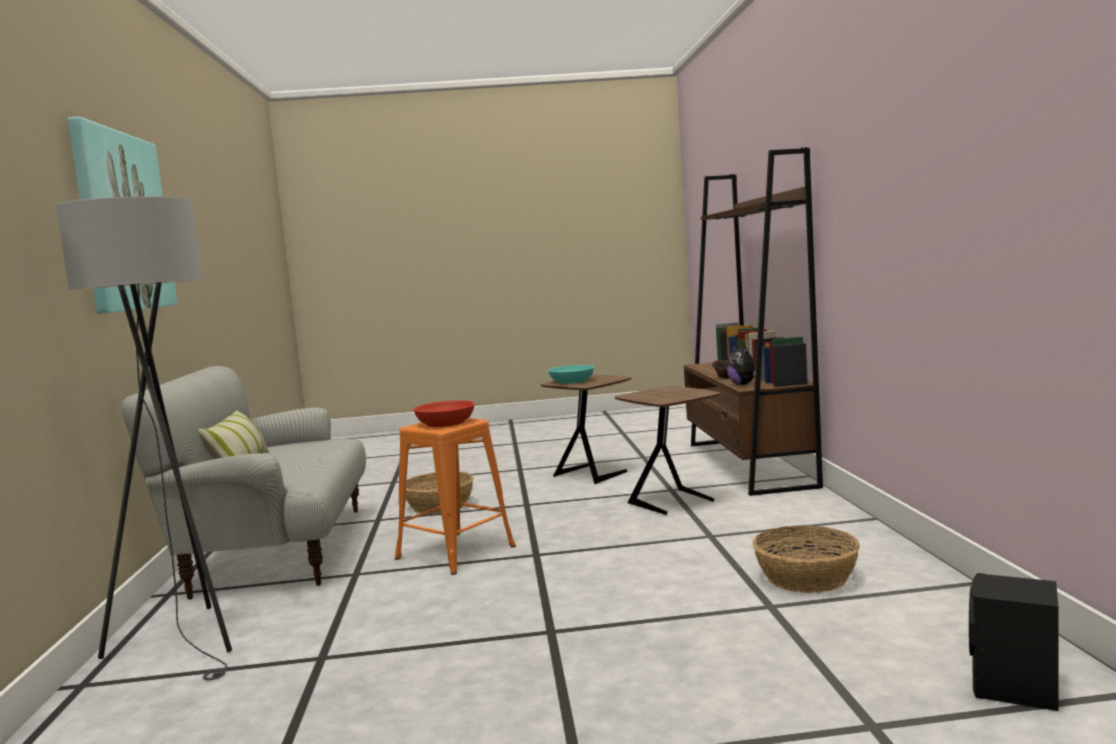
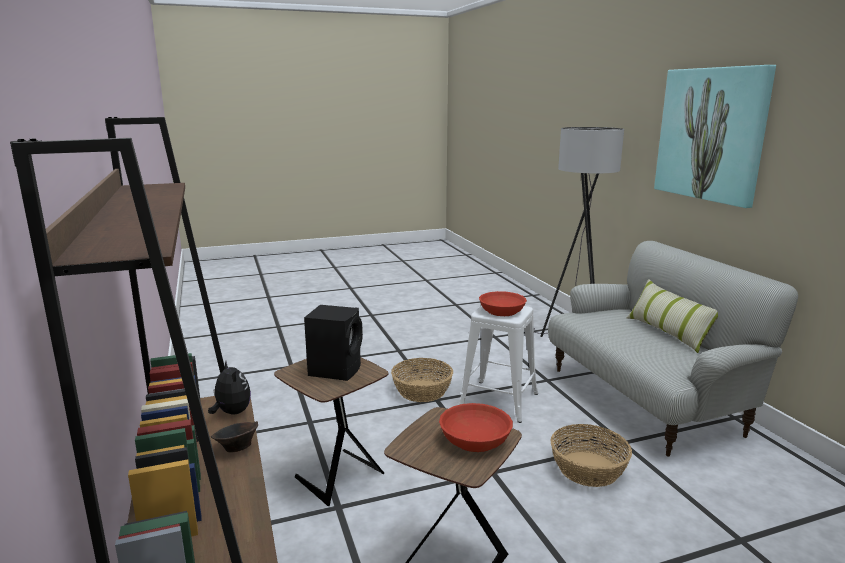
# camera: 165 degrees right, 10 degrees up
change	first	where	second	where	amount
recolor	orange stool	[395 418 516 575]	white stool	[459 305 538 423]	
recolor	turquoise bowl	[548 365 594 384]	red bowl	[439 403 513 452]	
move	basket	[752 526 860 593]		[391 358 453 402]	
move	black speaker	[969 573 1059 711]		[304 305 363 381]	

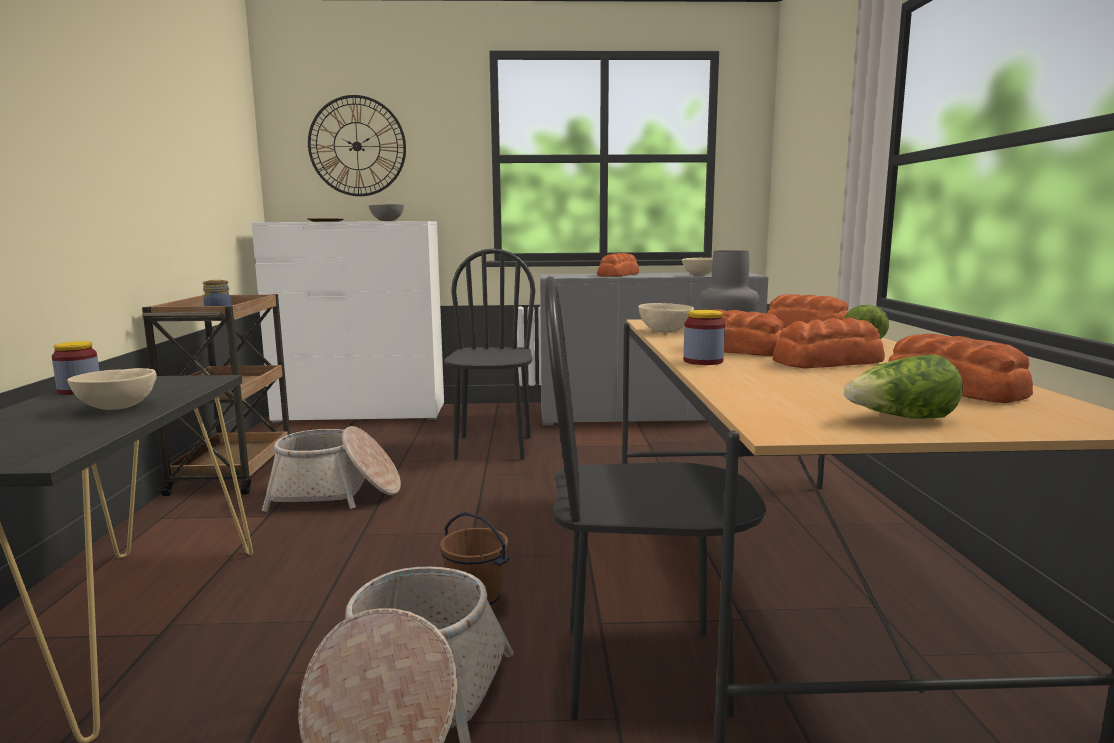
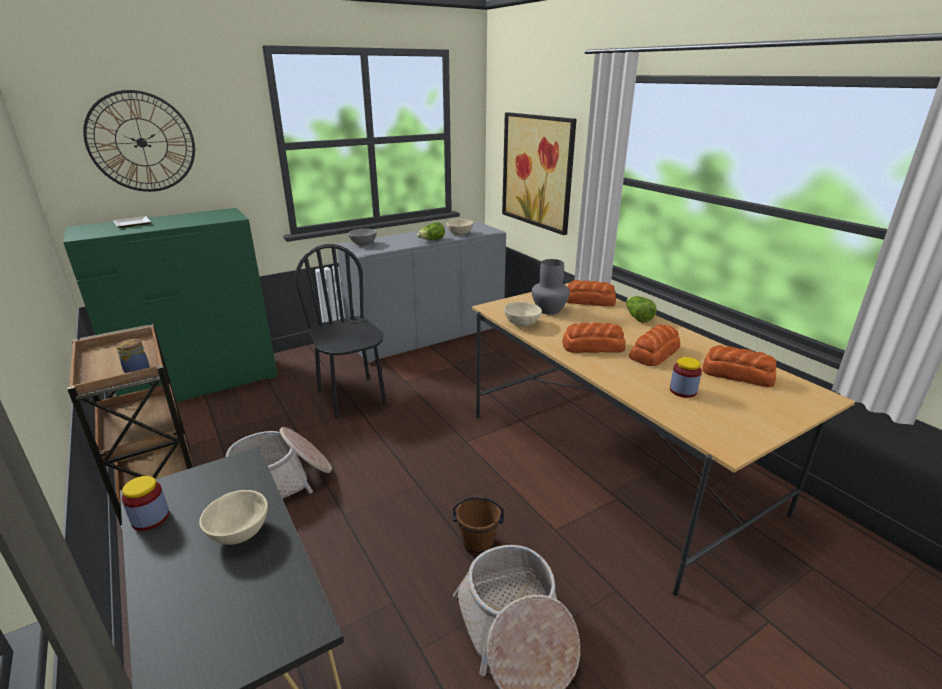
# camera: 30 degrees left, 15 degrees up
change	first	where	second	where	amount
recolor	white dresser	[251 221 444 423]	green dresser	[63 208 278 402]	
move	grey bowl	[369 204 404 221]		[348 229 377 246]	
delete	black chair	[544 276 766 720]			
delete	bread	[597 253 639 277]			
move	jar	[683 310 725 365]		[670 357 702 398]	
move	lettuce	[844 355 963 418]		[417 222 445 240]	
insert			picture	[502 112 577 235]	

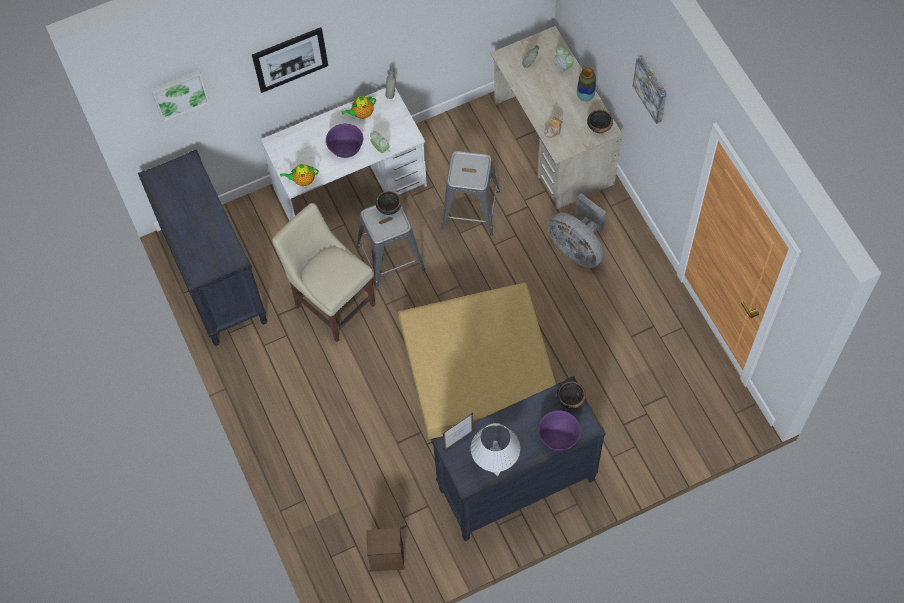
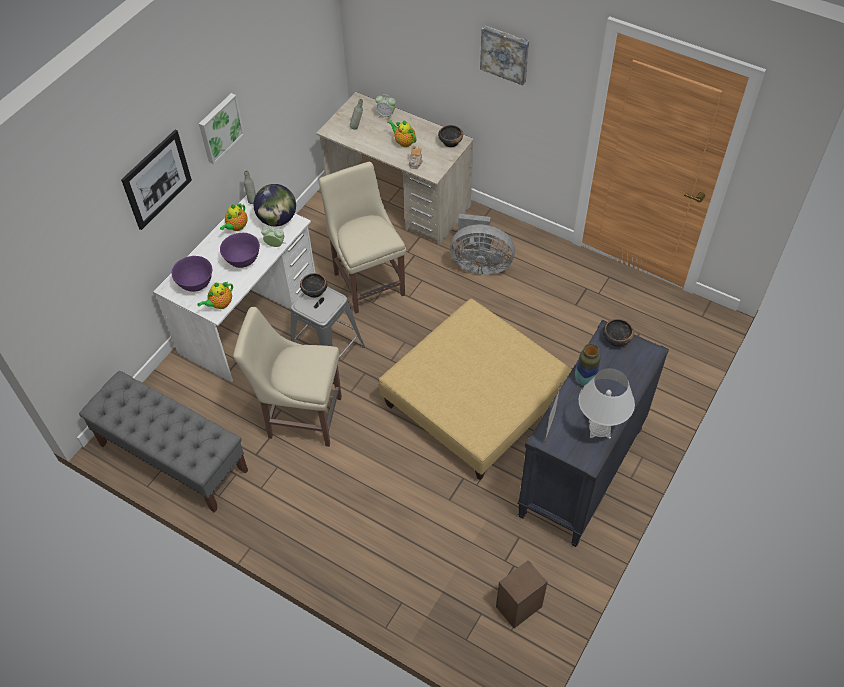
# camera: 35 degrees left, 10 degrees down
change	first	where	second	where	amount
replace	black dresser	[138 149 268 346]	grey bench	[79 371 248 513]	
move	picture	[151 70 210 122]		[199 93 244 164]	
replace	grey stool	[441 151 500 236]	beige chair	[319 162 406 314]	
move	purple bowl	[538 410 581 451]		[172 256 212 292]	
move	vase	[577 67 596 101]		[575 344 601 386]	
insert			globe	[254 184 296 226]	
insert			teapot	[388 120 416 147]	

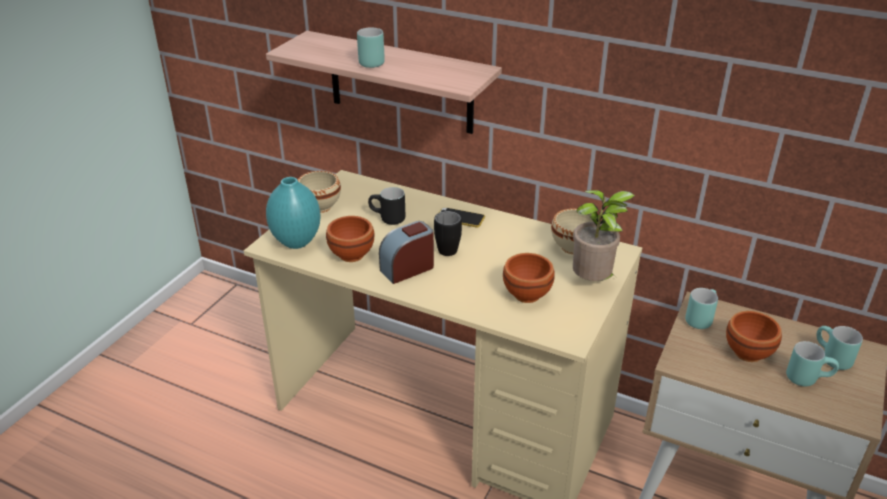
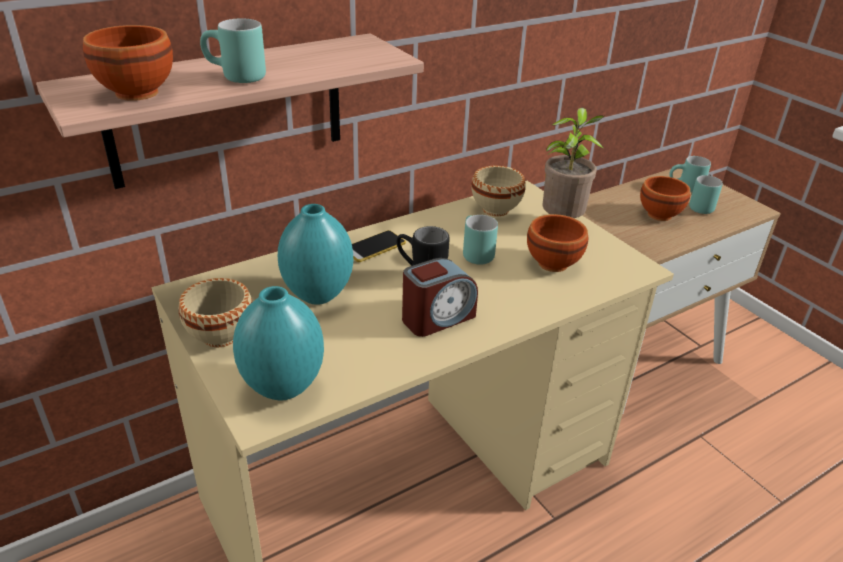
# camera: 60 degrees left, 0 degrees up
change	first	where	second	where	amount
move	brown bowl	[326 216 375 262]		[83 25 173 101]	
replace	black mug	[368 187 405 225]	turquoise vase	[278 204 353 305]	
rotate	alarm clock	[379 221 434 284]		[402 258 478 337]	120 degrees counterclockwise
move	turquoise mug	[685 288 718 329]		[463 215 498 265]	

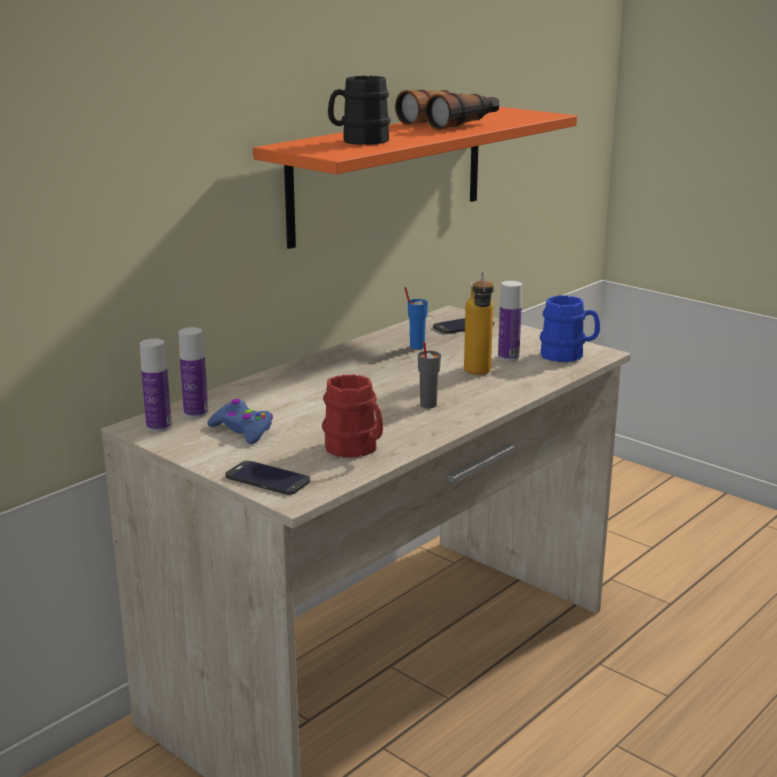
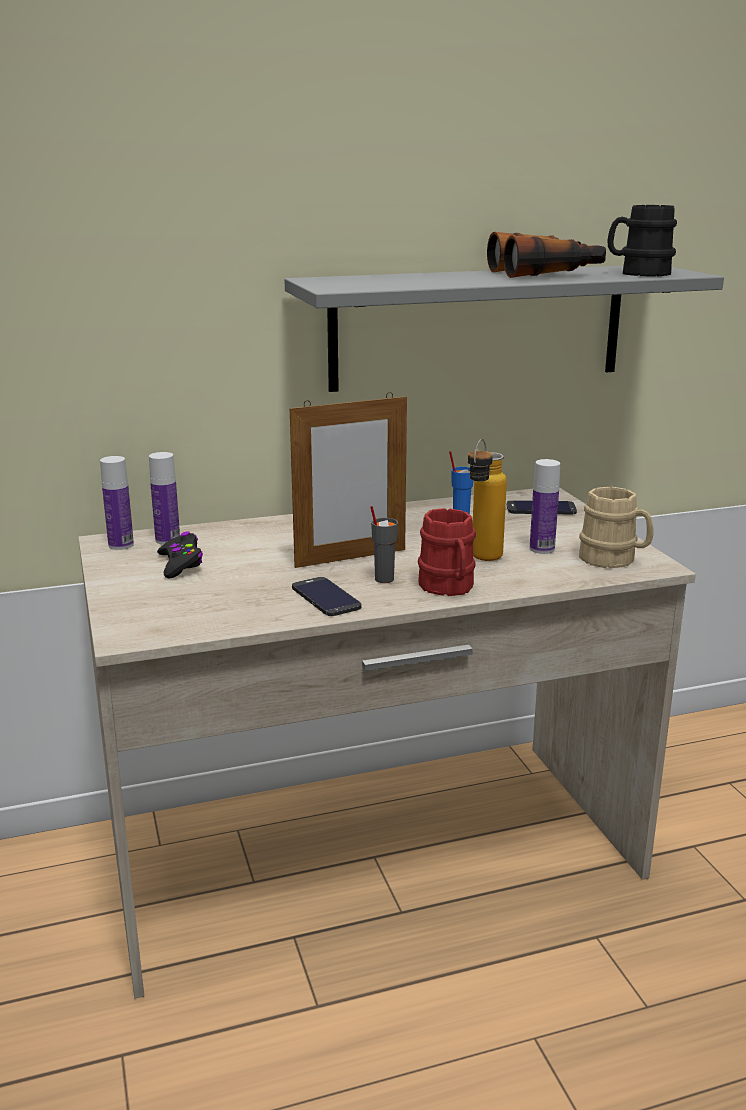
# camera: 30 degrees right, 0 degrees up
change	first	where	second	where	amount
recolor	blue game controller	[207 399 273 444]	black game controller	[157 531 203 578]	
move	phone	[225 461 310 495]		[292 577 361 616]	
recolor	orange shelf	[253 107 577 249]	grey shelf	[284 266 724 392]	
move	red mug	[322 375 383 457]		[418 508 476 596]	
move	black mug	[328 76 390 145]		[607 205 677 277]	
recolor	blue mug	[540 296 600 362]	beige mug	[579 487 653 568]	
insert			picture frame	[290 392 407 568]	

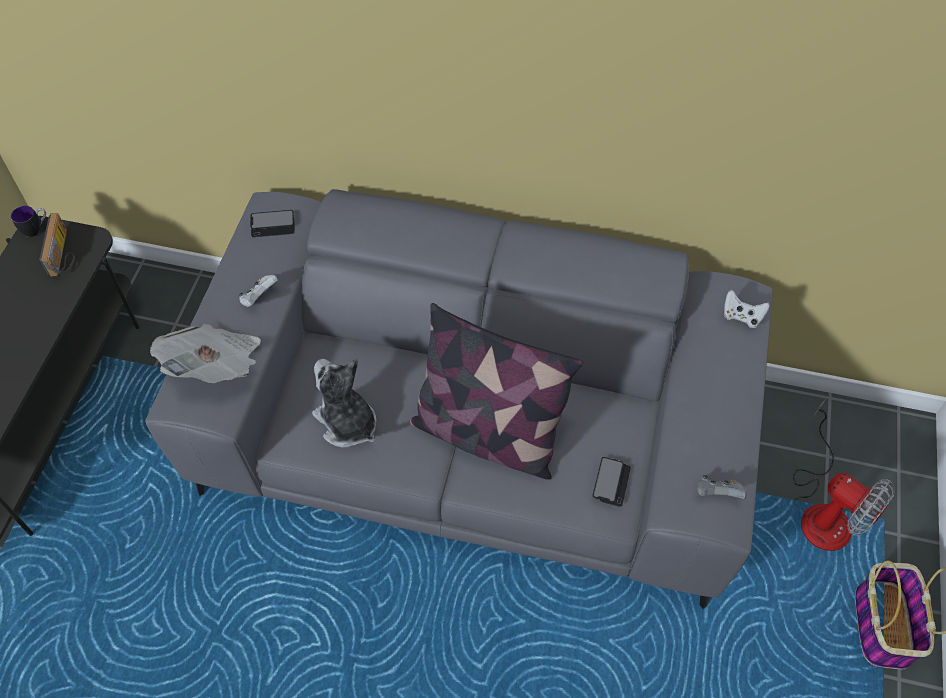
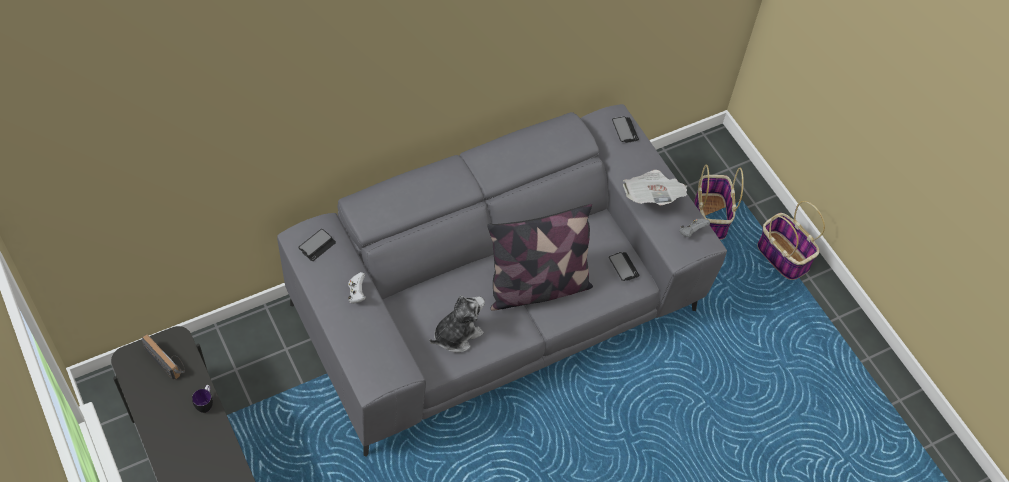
# camera: 45 degrees left, 0 degrees up
change	first	where	second	where	amount
move	mug	[11 206 46 237]		[192 385 213 413]	
move	newspaper	[150 324 261 383]		[623 170 687 205]	
rotate	plush toy	[312 358 377 448]		[430 295 485 353]	135 degrees clockwise
replace	white game controller	[724 290 770 328]	phone	[612 116 639 143]	
replace	fan	[793 399 895 551]	basket	[694 164 744 240]	

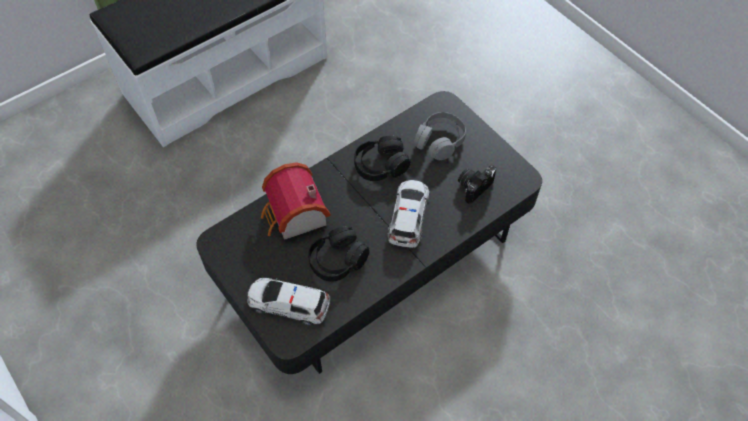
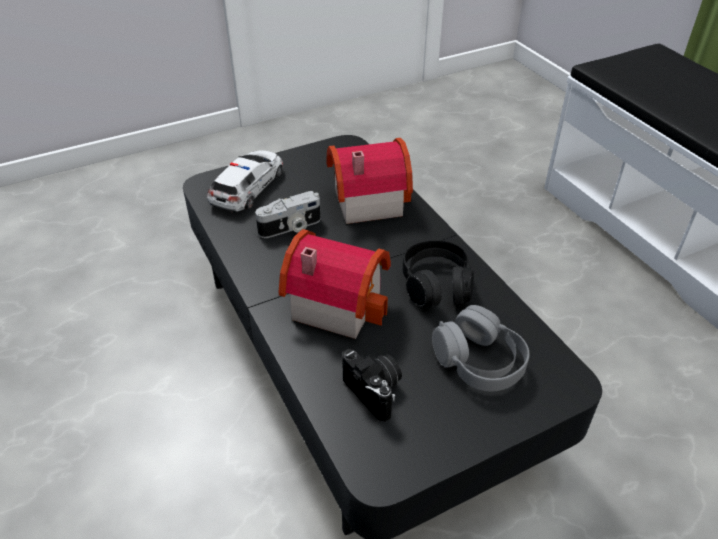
# camera: 100 degrees right, 15 degrees down
change	first	where	second	where	amount
replace	black headphones	[308 226 370 282]	photo camera	[255 191 321 238]	
replace	toy car	[387 180 429 249]	toy house	[279 229 391 339]	

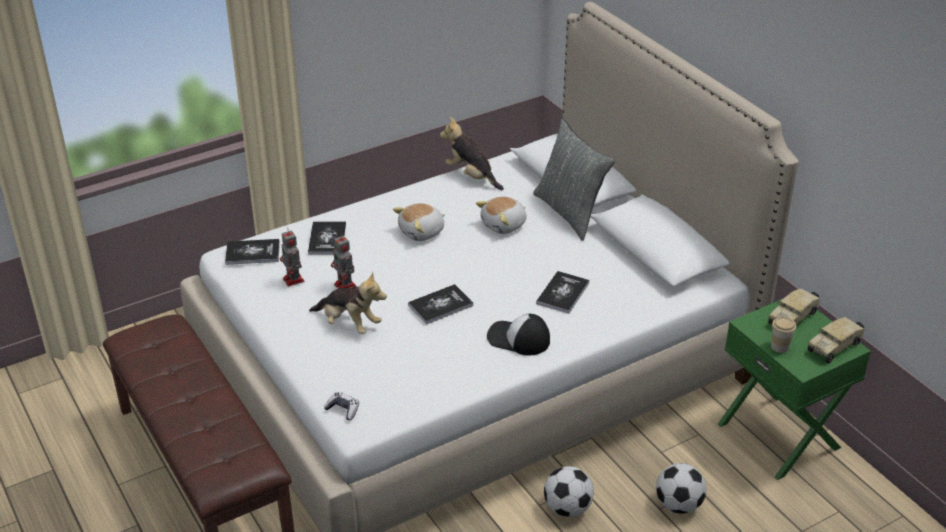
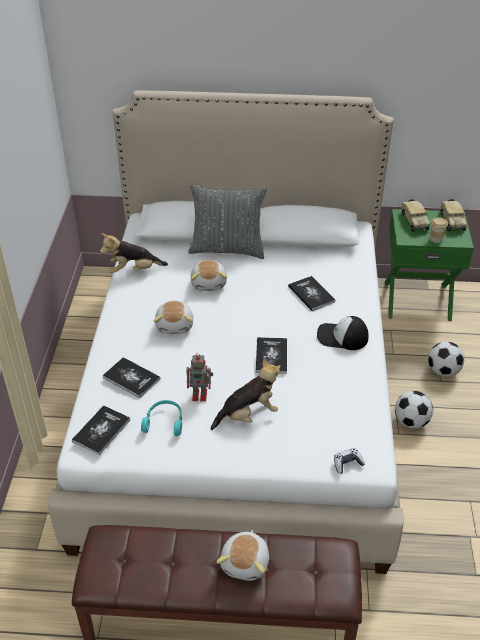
# camera: 55 degrees left, 5 degrees up
change	first	where	second	where	amount
replace	toy robot	[280 228 304 287]	turquoise headphones	[141 400 182 436]	
rotate	cap	[487 314 550 355]		[317 316 369 350]	45 degrees clockwise
insert			plush toy	[217 530 269 581]	

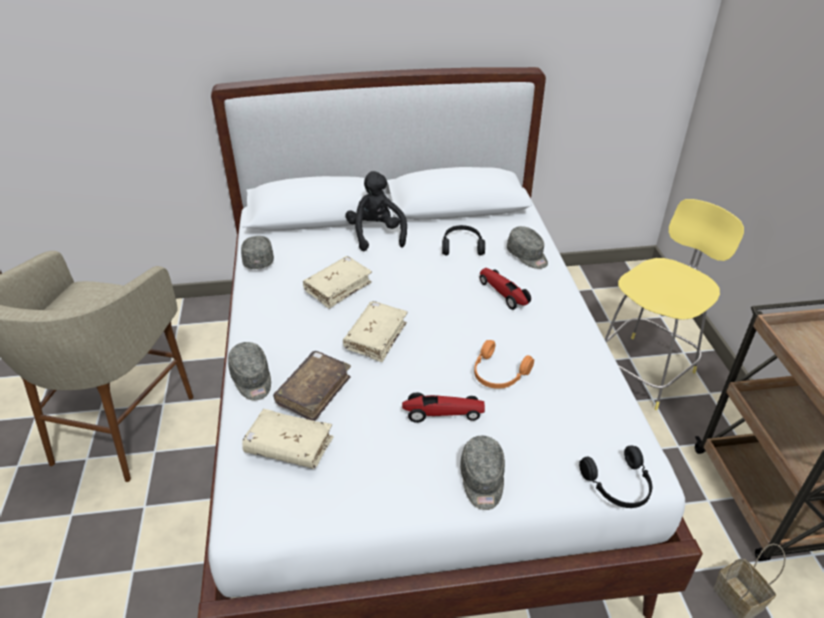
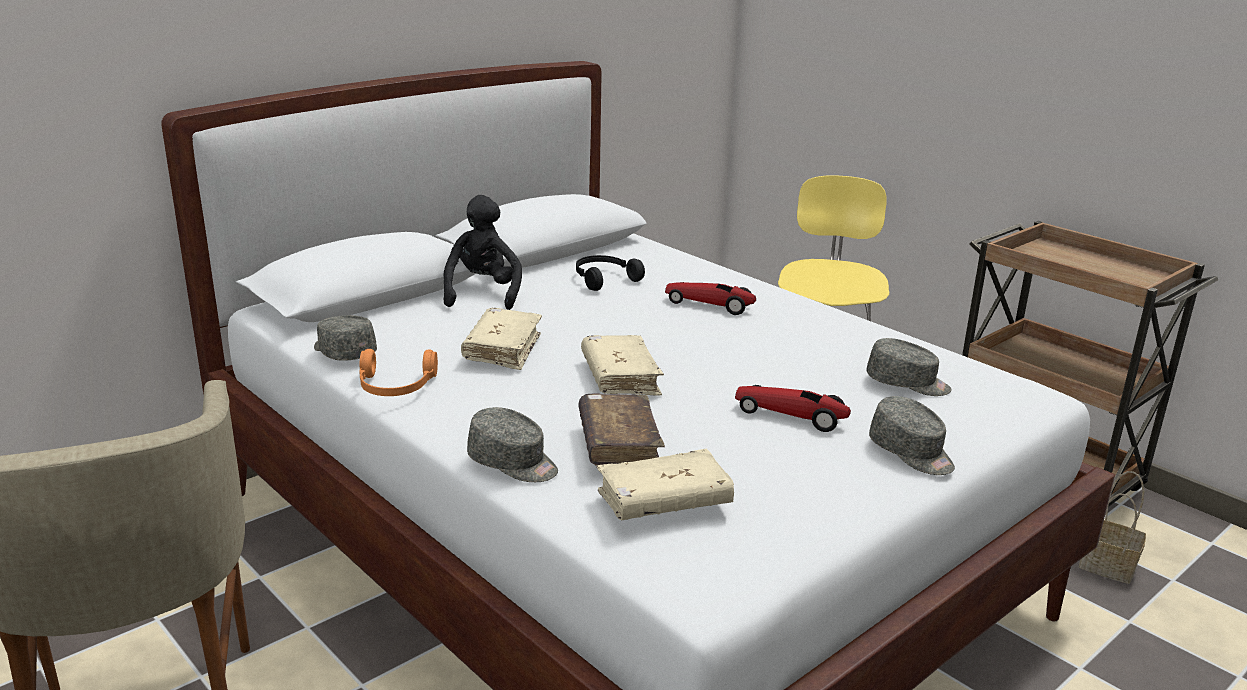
# camera: 35 degrees left, 15 degrees down
change	first	where	second	where	amount
rotate	black plush toy	[345 171 407 251]		[444 195 522 310]	45 degrees clockwise
rotate	toy car	[402 392 485 423]		[735 385 851 432]	120 degrees counterclockwise
move	orange headphones	[474 340 534 389]		[359 349 438 396]	
move	grey cap	[507 226 548 269]		[867 338 952 396]	
delete	black headphones	[579 445 652 508]			

